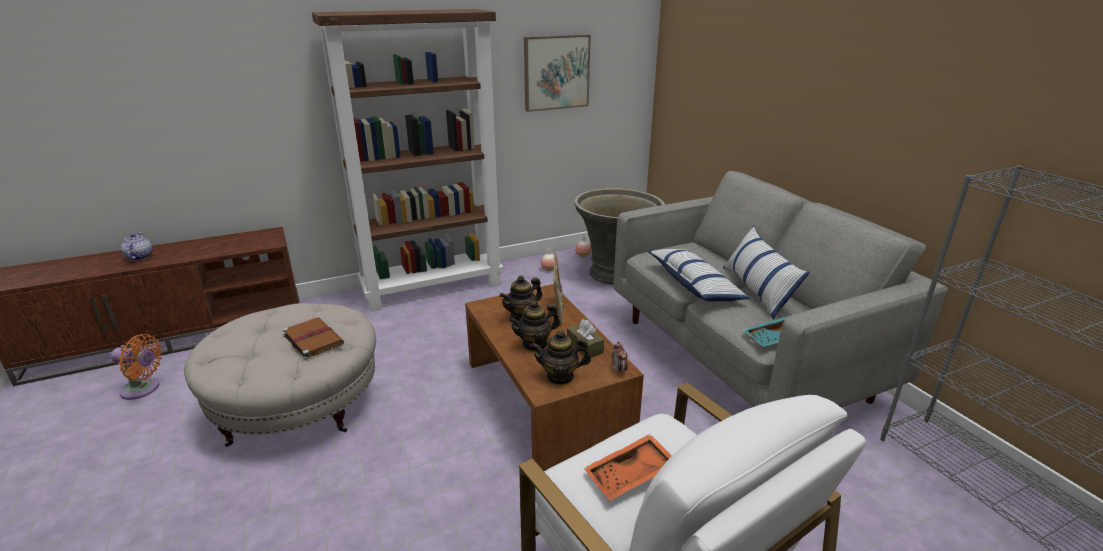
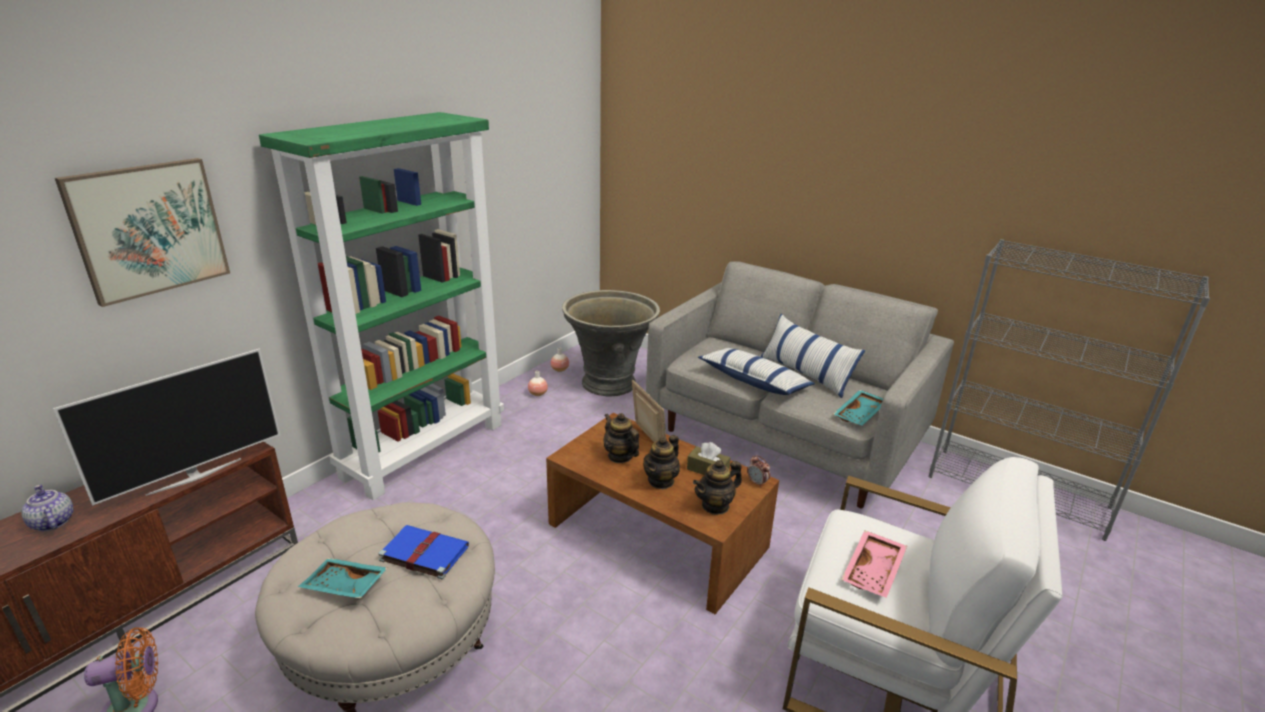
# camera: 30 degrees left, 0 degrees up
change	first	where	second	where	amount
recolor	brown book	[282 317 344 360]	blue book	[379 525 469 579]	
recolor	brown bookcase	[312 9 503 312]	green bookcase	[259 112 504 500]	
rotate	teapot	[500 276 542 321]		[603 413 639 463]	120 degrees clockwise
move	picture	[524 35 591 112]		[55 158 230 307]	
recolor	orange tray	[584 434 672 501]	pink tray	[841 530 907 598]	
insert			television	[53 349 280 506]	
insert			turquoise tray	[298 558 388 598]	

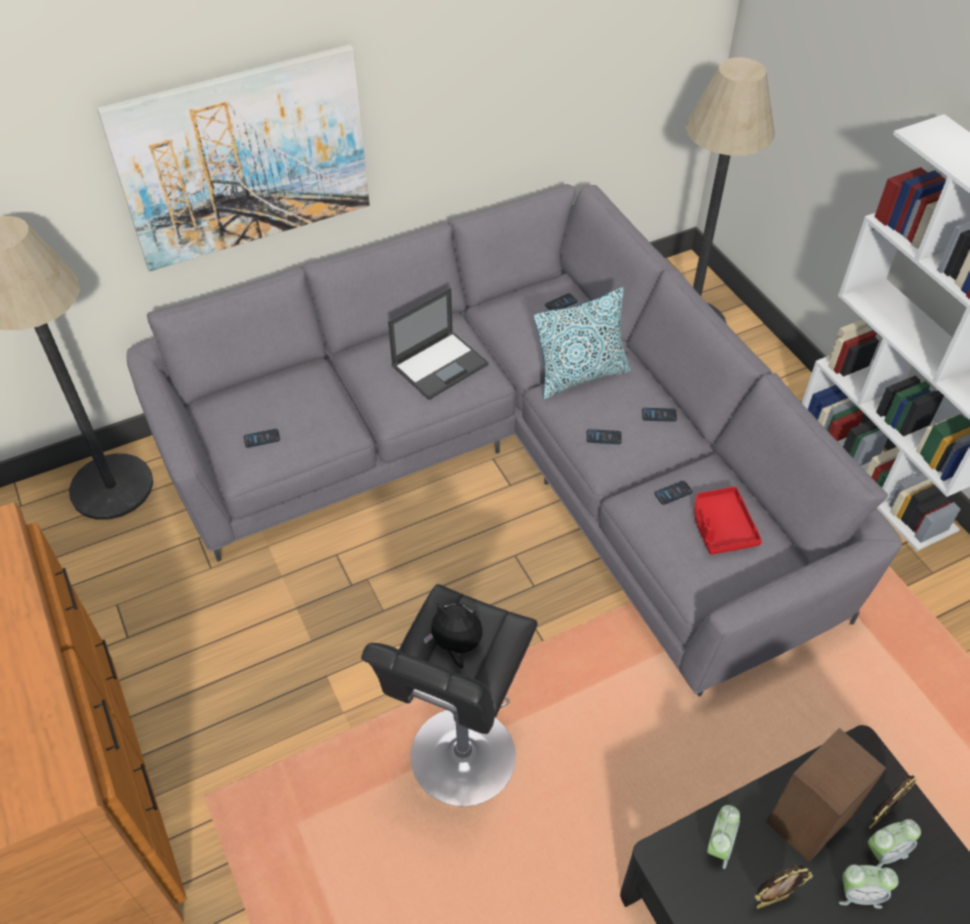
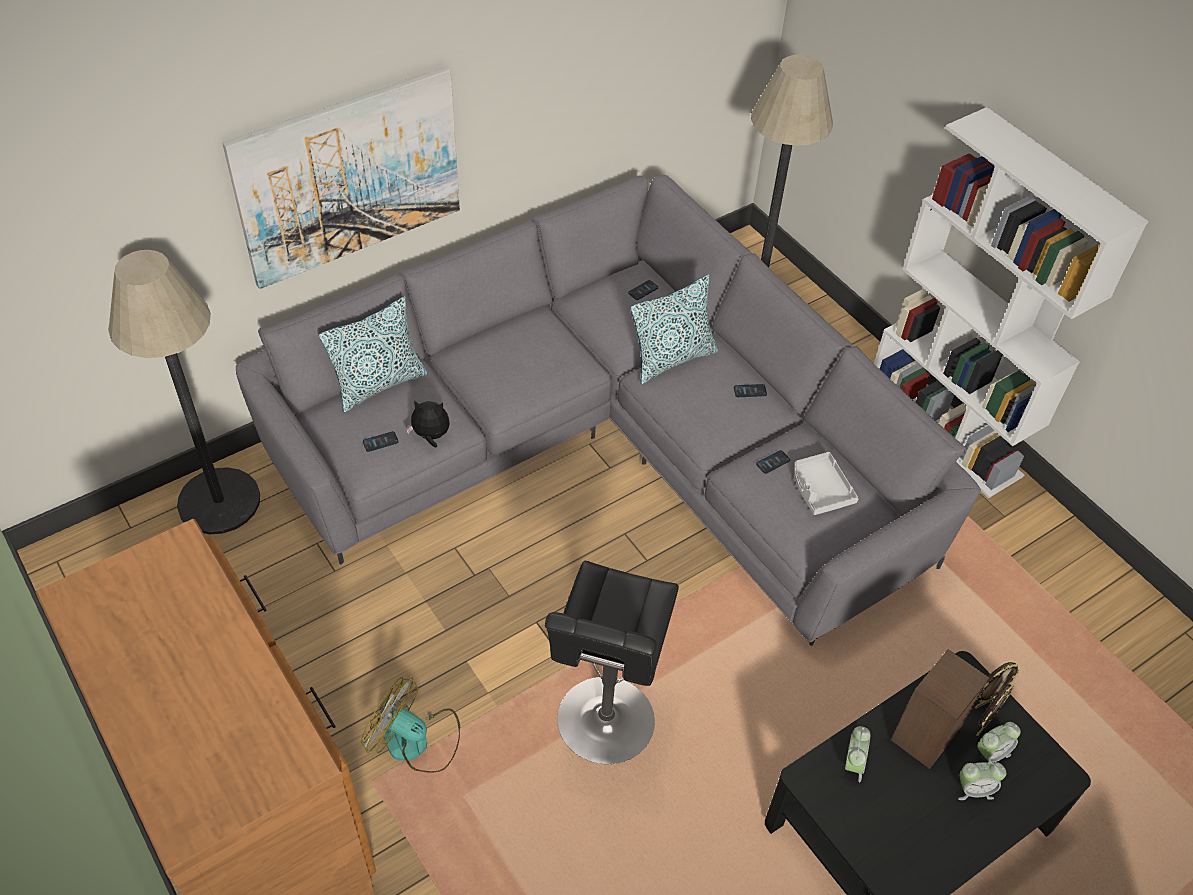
# camera: 10 degrees left, 0 degrees up
change	first	where	second	where	amount
delete	laptop	[388 288 489 400]			
move	plush toy	[424 604 483 669]		[406 400 450 447]	
delete	phone	[586 429 621 444]			
recolor	red tray	[694 487 762 555]	grey tray	[794 452 858 515]	
move	picture frame	[755 865 813 909]		[975 662 1020 709]	
insert			pillow	[319 296 427 413]	
insert			fan	[361 677 461 773]	

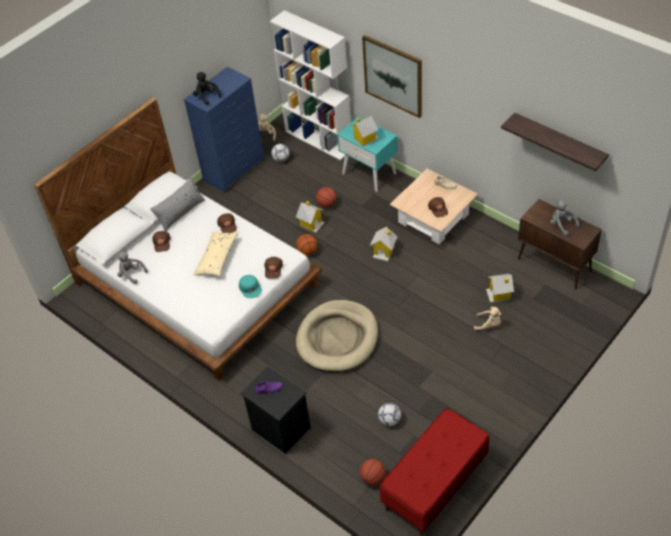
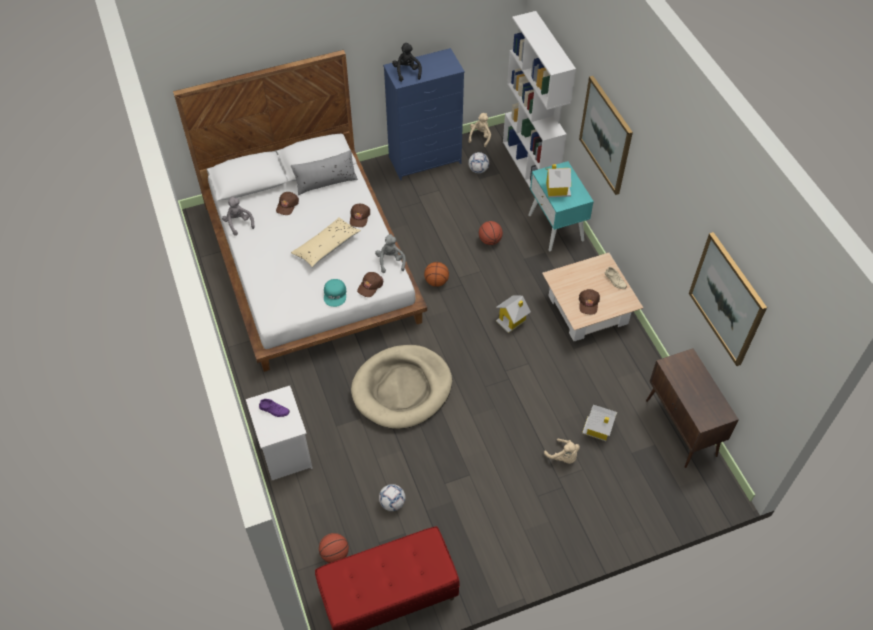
# camera: 25 degrees right, 5 degrees up
change	first	where	second	where	amount
recolor	black nightstand	[240 366 311 454]	white nightstand	[246 386 313 480]	
delete	toy house	[296 201 325 233]			
replace	shelf	[501 113 609 171]	picture	[689 232 767 366]	
move	grey plush toy	[550 201 580 236]		[375 234 406 273]	

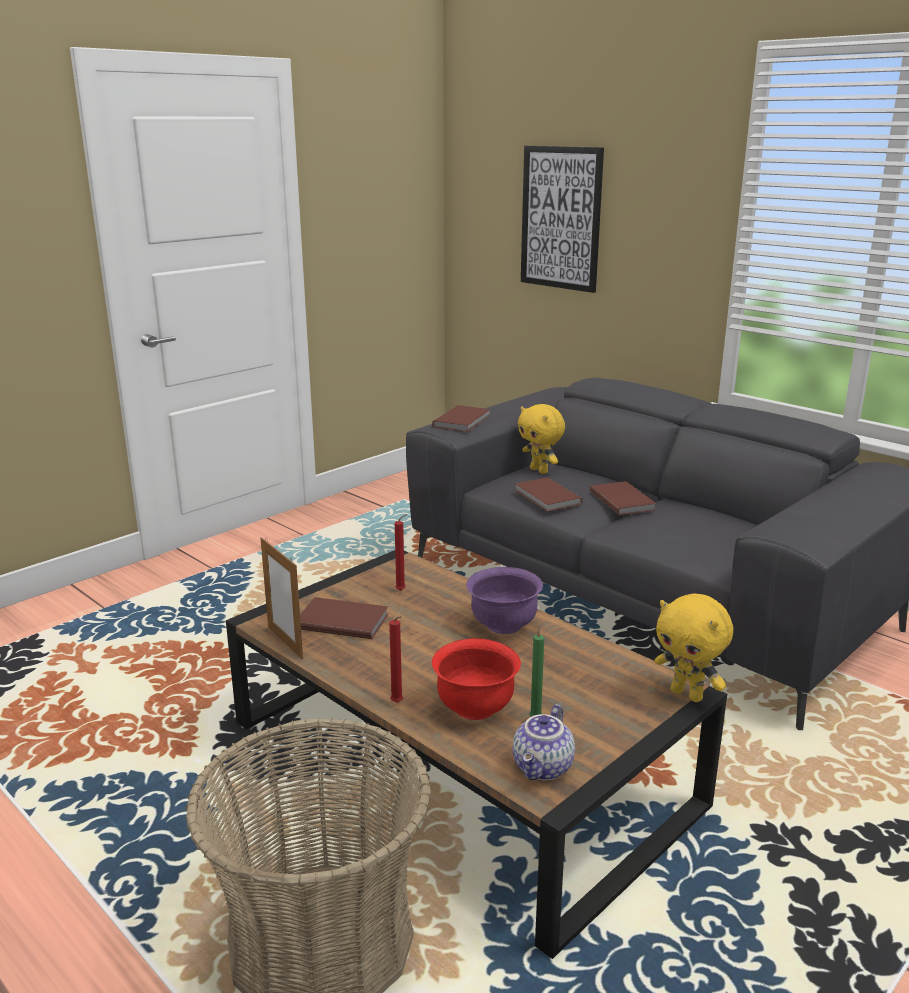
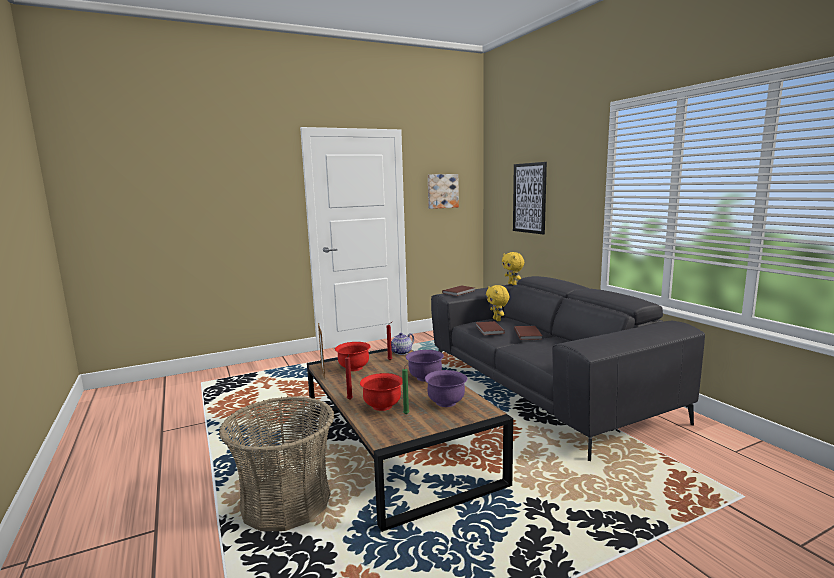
# camera: 20 degrees right, 10 degrees down
change	first	where	second	where	amount
replace	brown book	[300 597 388 639]	red bowl	[335 342 371 371]	
move	teapot	[513 704 575 781]		[391 333 414 355]	
move	yellow plush toy	[655 593 733 702]		[502 252 524 285]	
insert			purple bowl	[425 370 468 407]	
insert			picture	[428 174 459 209]	

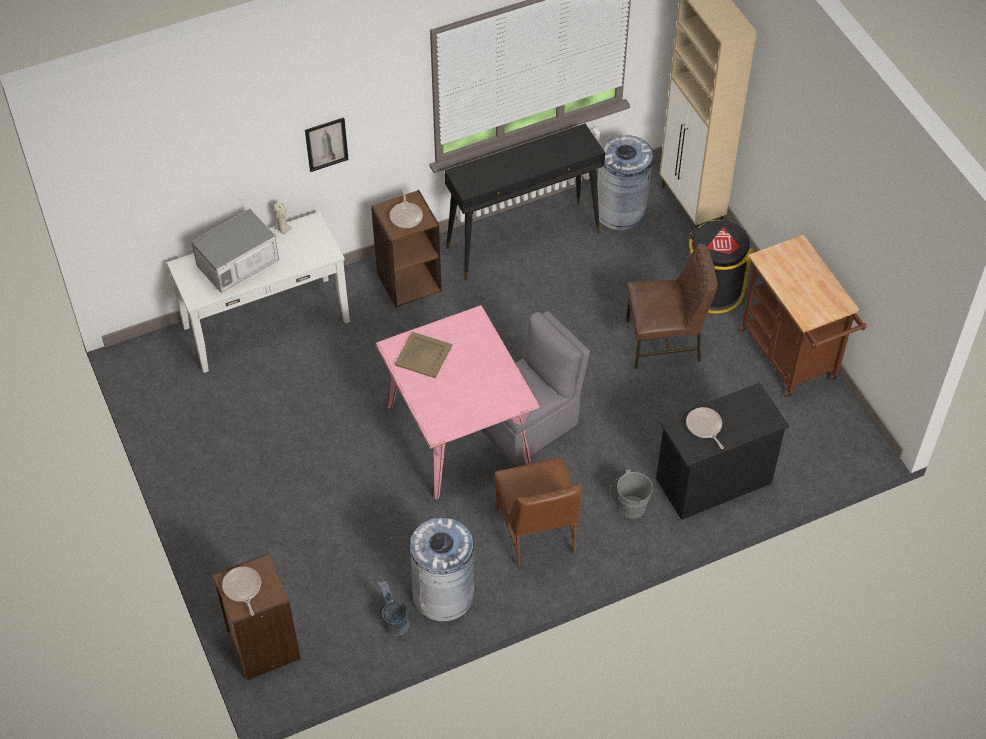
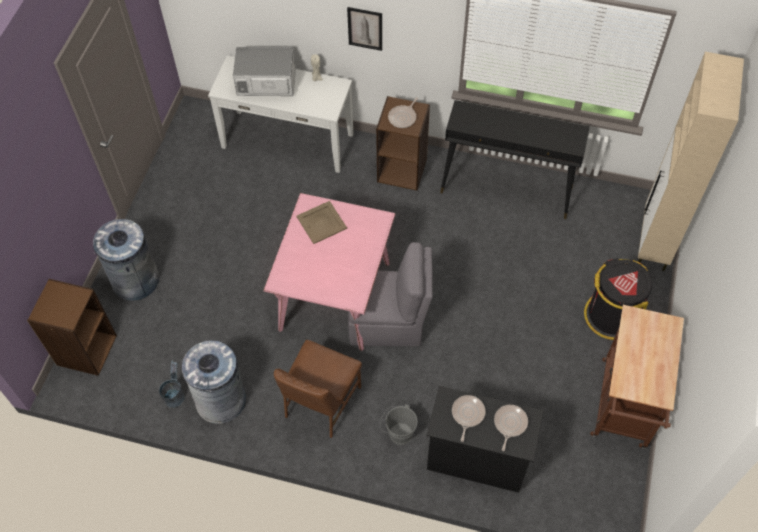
# camera: 40 degrees right, 5 degrees up
change	first	where	second	where	amount
move	frying pan	[222 567 261 616]		[494 405 528 451]	
move	grey trash can	[597 135 654 231]		[93 219 159 301]	
delete	brown chair	[626 244 718 369]			

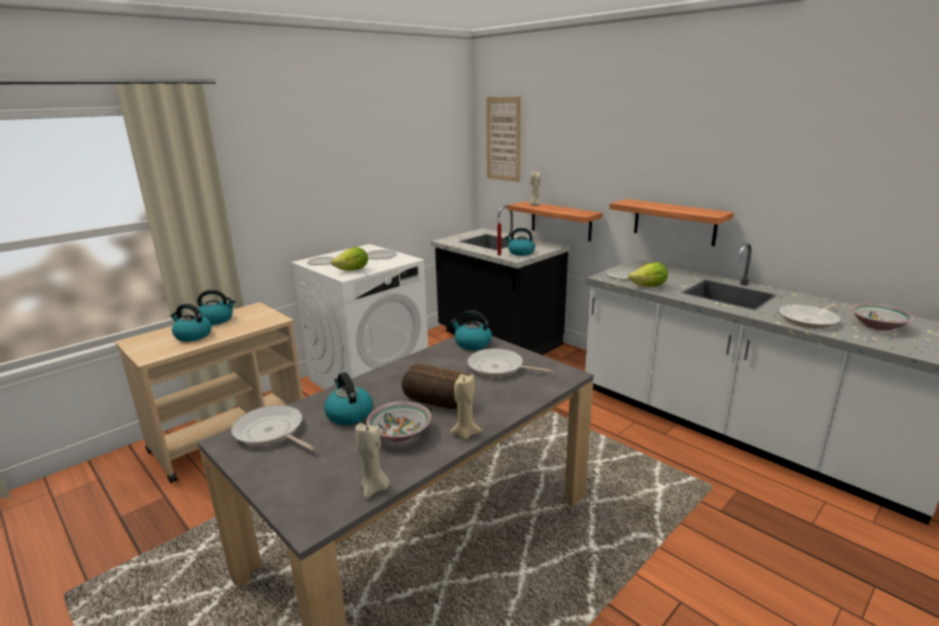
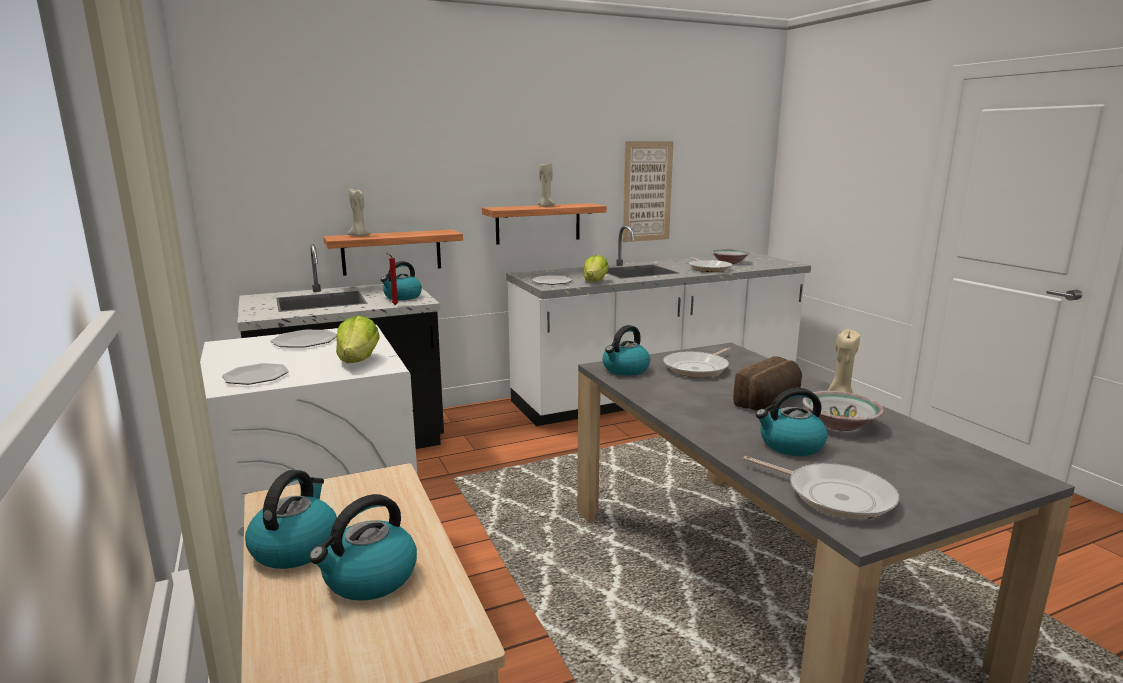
# camera: 70 degrees left, 5 degrees down
change	first	where	second	where	amount
rotate	frying pan	[231 405 316 451]		[743 456 899 519]	105 degrees counterclockwise
move	beige candle	[355 423 390 499]		[537 163 555 207]	
move	picture	[486 97 521 182]		[622 141 674 242]	

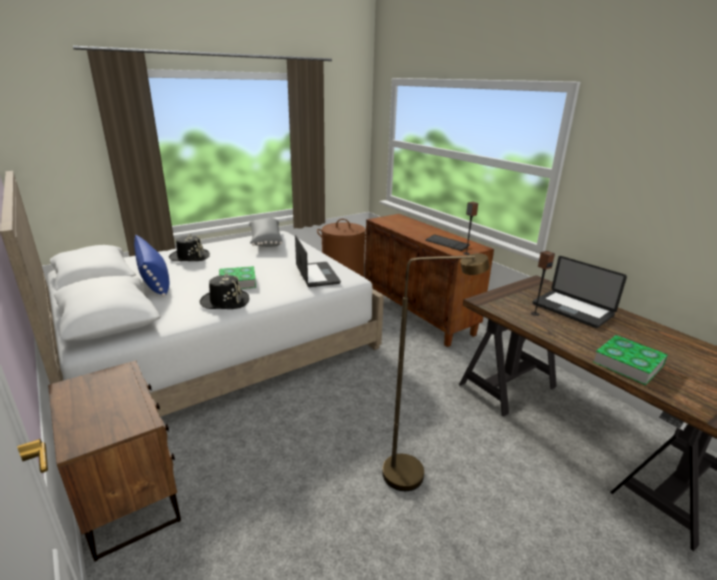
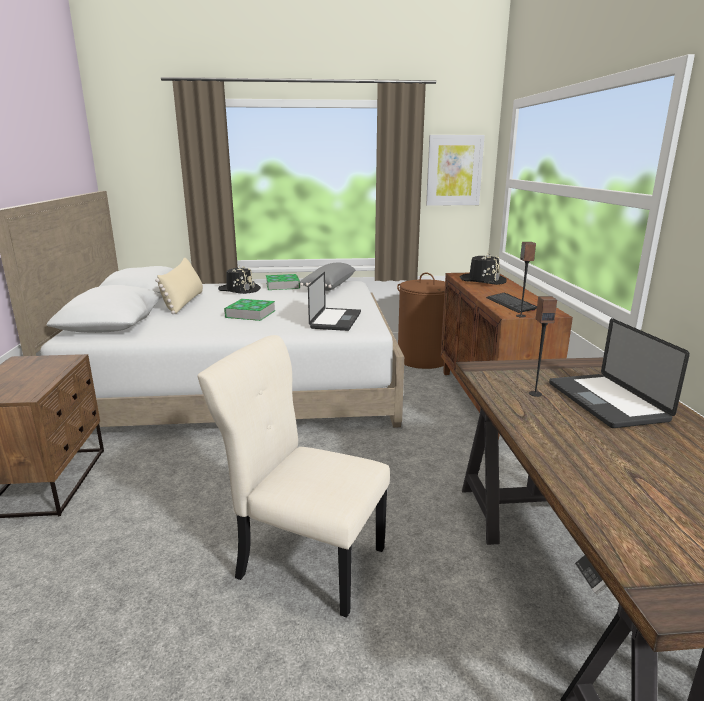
# camera: 30 degrees right, 5 degrees down
change	first	where	second	where	amount
recolor	blue pillow	[134 235 169 297]	beige pillow	[155 257 203 314]	
move	black hat	[200 273 249 309]		[460 253 507 285]	
replace	brown floor lamp	[382 253 489 491]	beige chair	[197 335 390 618]	
move	book	[593 335 668 385]		[266 274 300 290]	
insert			picture	[426 135 485 206]	

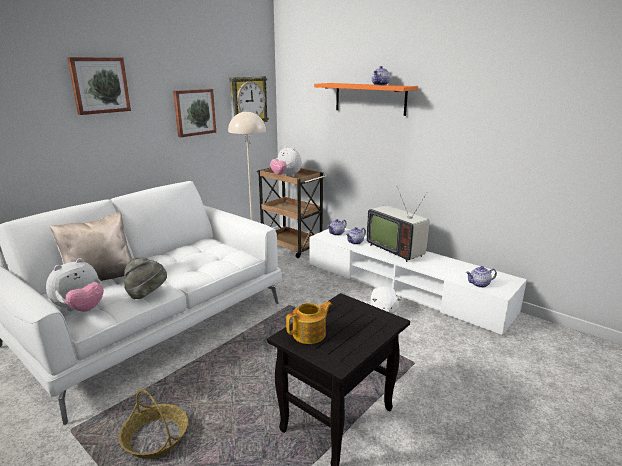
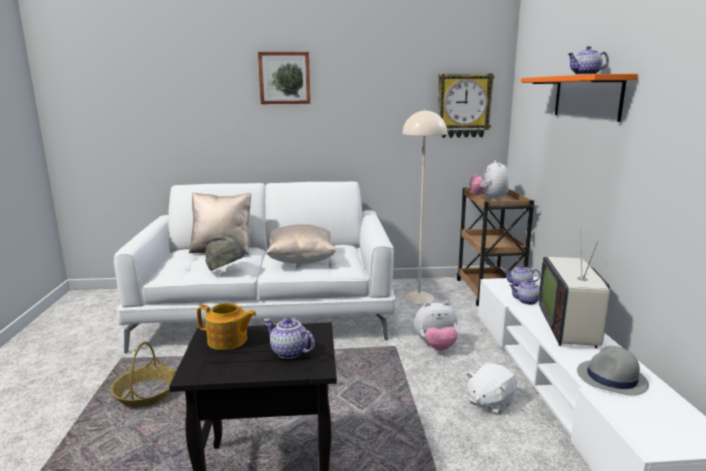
# camera: 45 degrees right, 5 degrees down
change	first	where	second	where	amount
move	plush toy	[46 258 104 312]		[414 301 458 351]	
delete	picture	[173 89 216 137]			
move	teapot	[466 266 497 288]		[264 318 315 359]	
insert			beige pillow	[266 224 336 264]	
insert			grey hat	[577 346 649 395]	

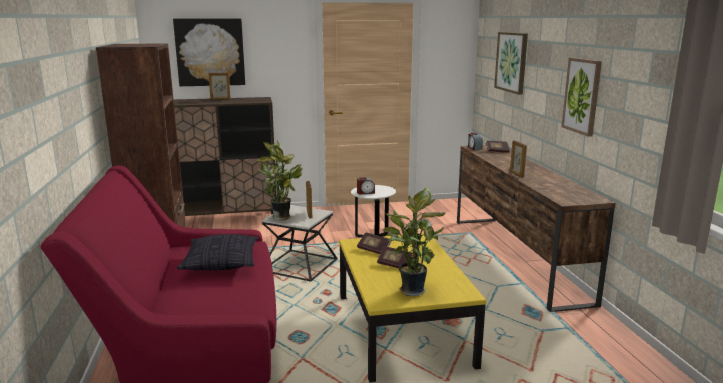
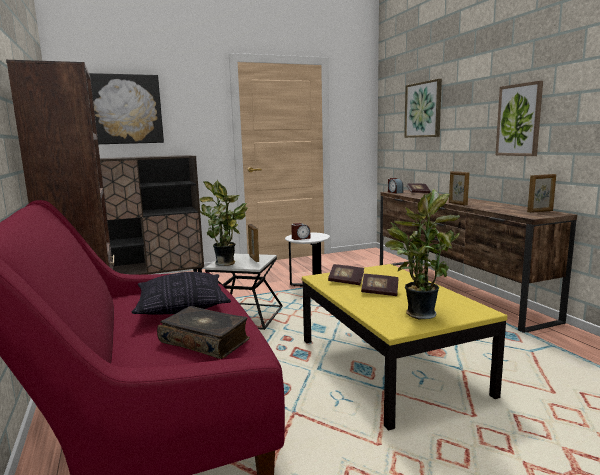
# camera: 10 degrees left, 5 degrees down
change	first	where	second	where	amount
move	picture frame	[209 73 231 100]		[527 174 556 213]	
insert			book	[157 306 250 359]	

